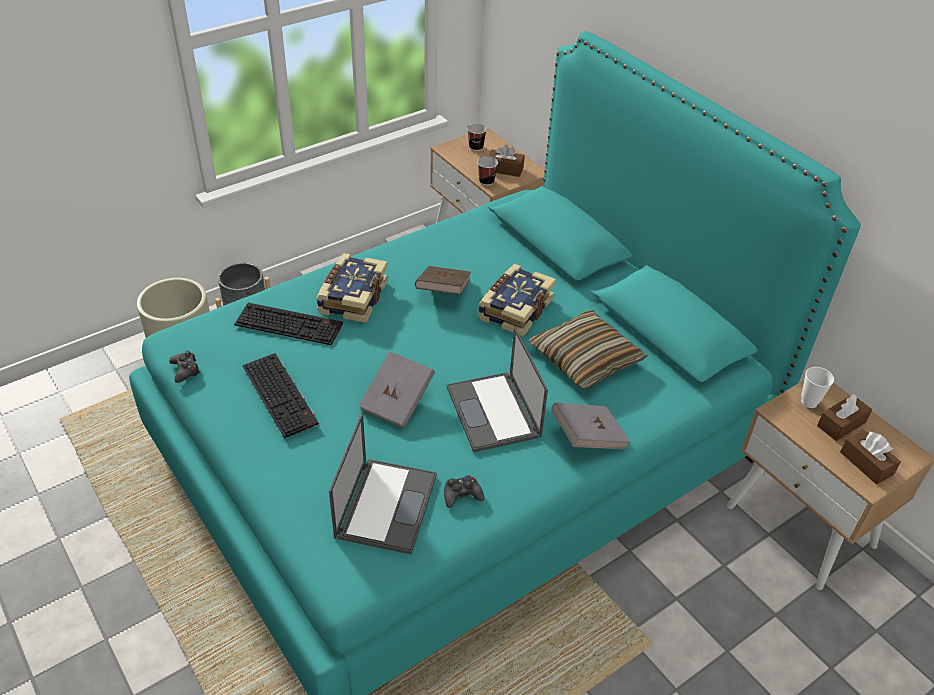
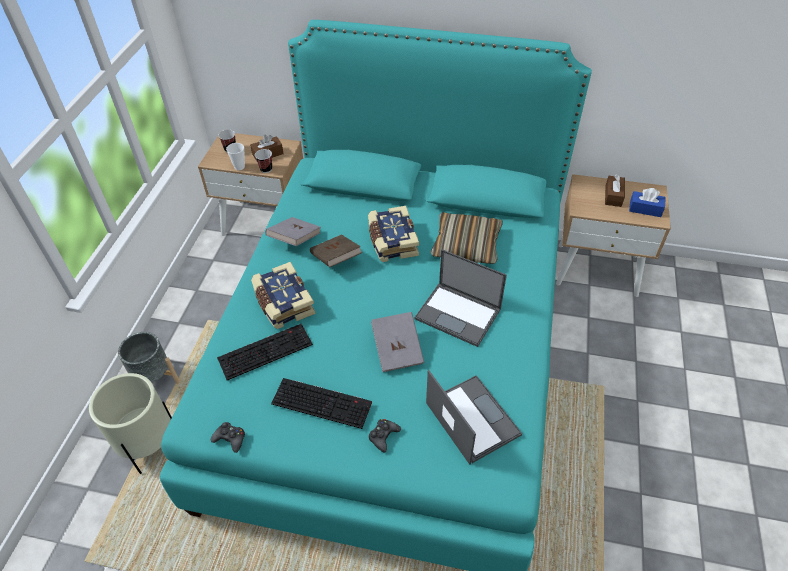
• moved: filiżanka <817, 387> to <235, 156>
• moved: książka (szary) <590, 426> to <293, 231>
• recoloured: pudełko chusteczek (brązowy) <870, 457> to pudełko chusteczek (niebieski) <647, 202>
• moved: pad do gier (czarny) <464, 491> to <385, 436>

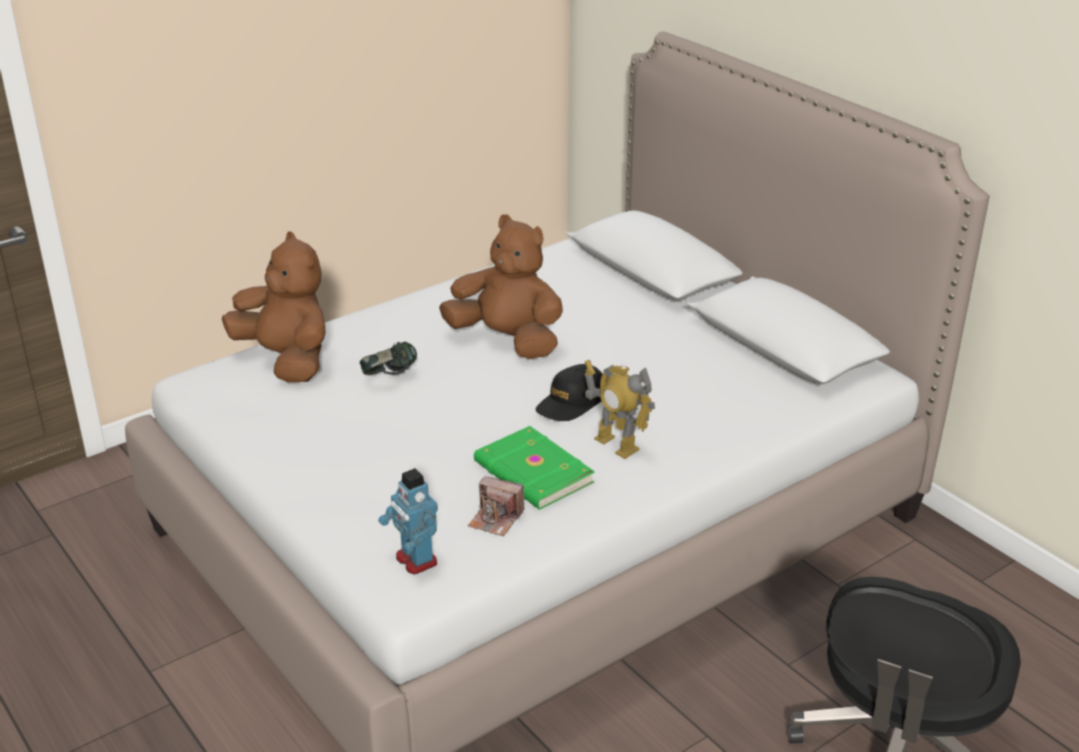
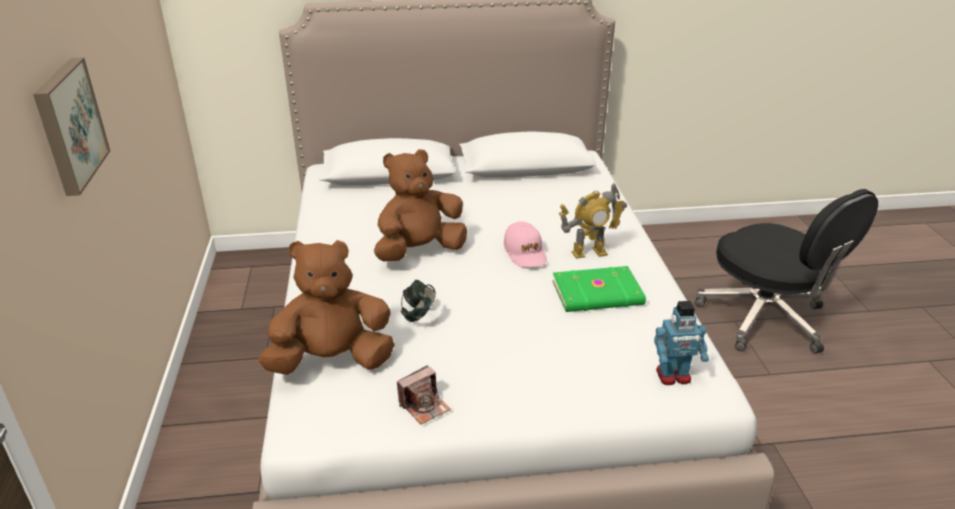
• recoloured: czapka z daszkiem (czarny) <569, 392> to czapka z daszkiem (różowy) <525, 244>
• moved: aparat fotograficzny <496, 506> to <424, 395>
• added: obraz <71, 126>

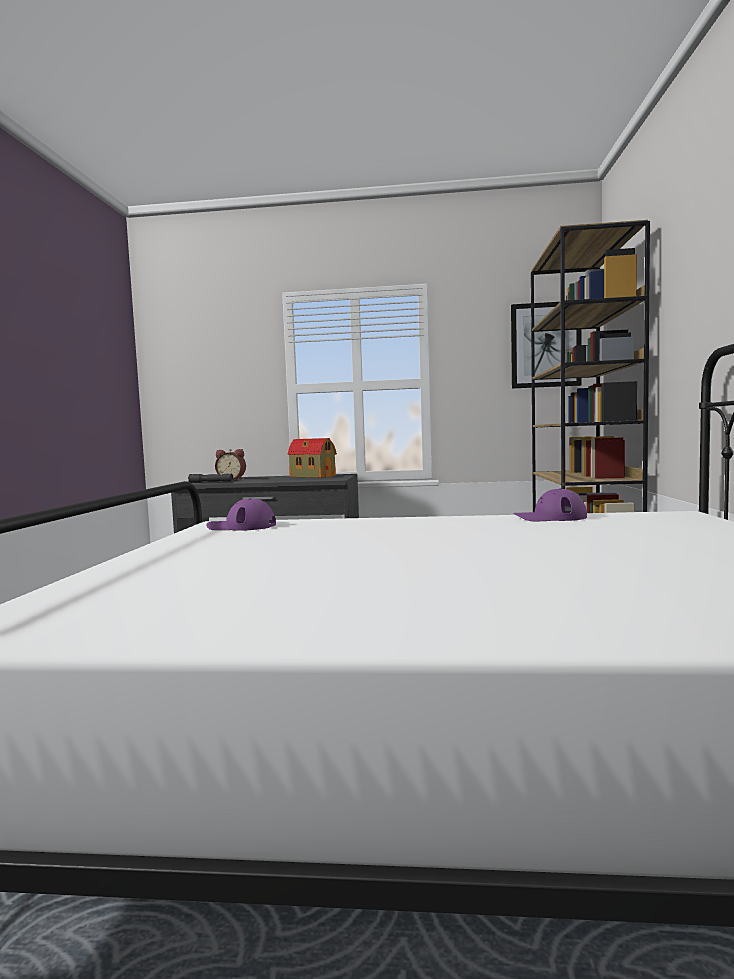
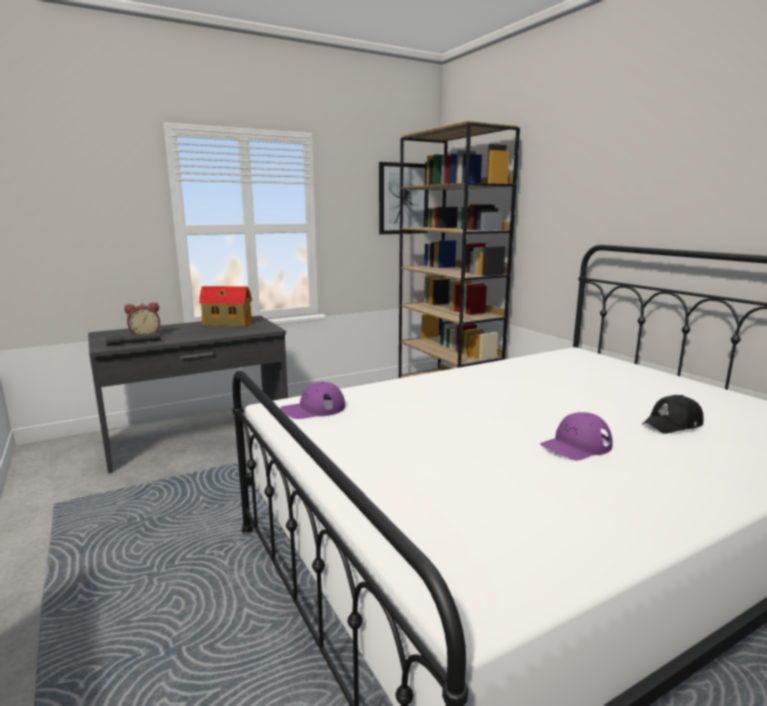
• moved: czapka z daszkiem (fioletowy) <550, 504> to <576, 436>
• added: czapka z daszkiem (czarny) <673, 414>

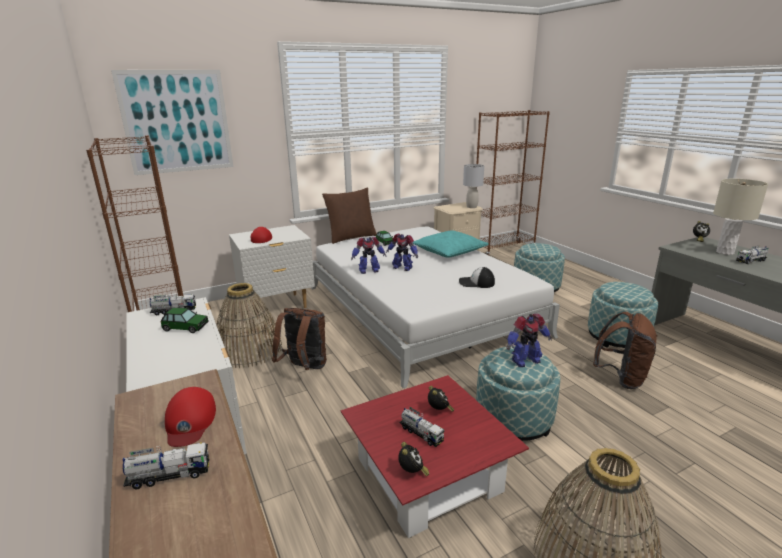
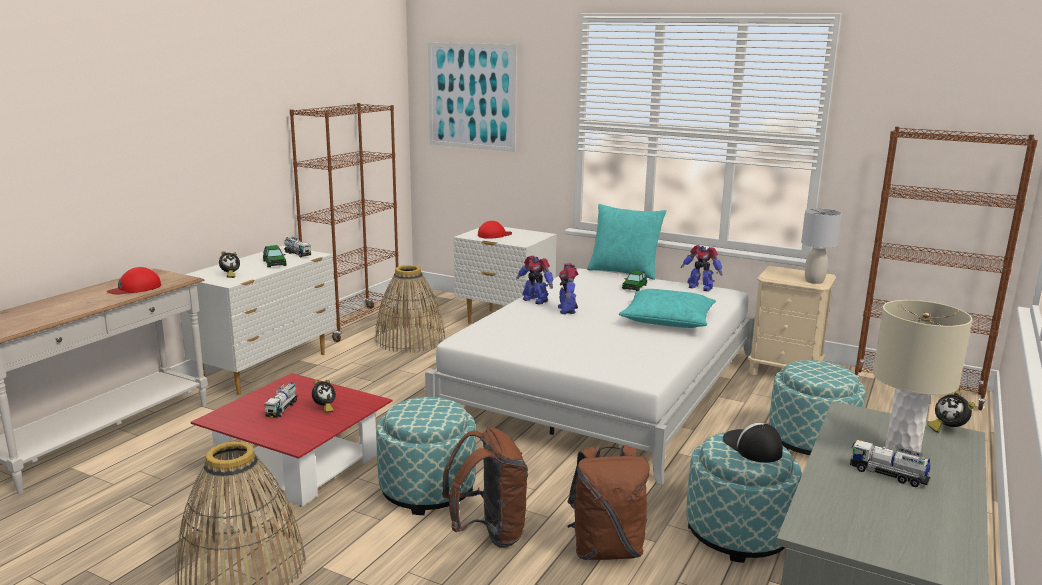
• recoloured: poduszka (brązowy) <349, 215> to poduszka (turkusowy) <626, 242>
• moved: czapka z daszkiem <477, 277> to <753, 443>
• moved: plecak (brązowy) <299, 339> to <485, 487>
• moved: robot zabawkowy <529, 340> to <701, 268>
• removed: ciężarówka zabawkowa <166, 466>
• moved: budzik <413, 459> to <229, 264>

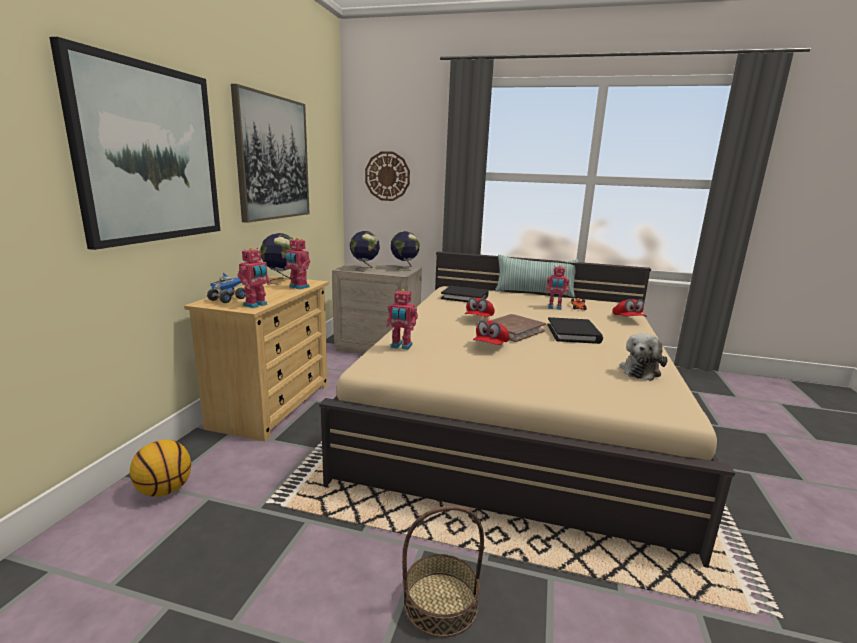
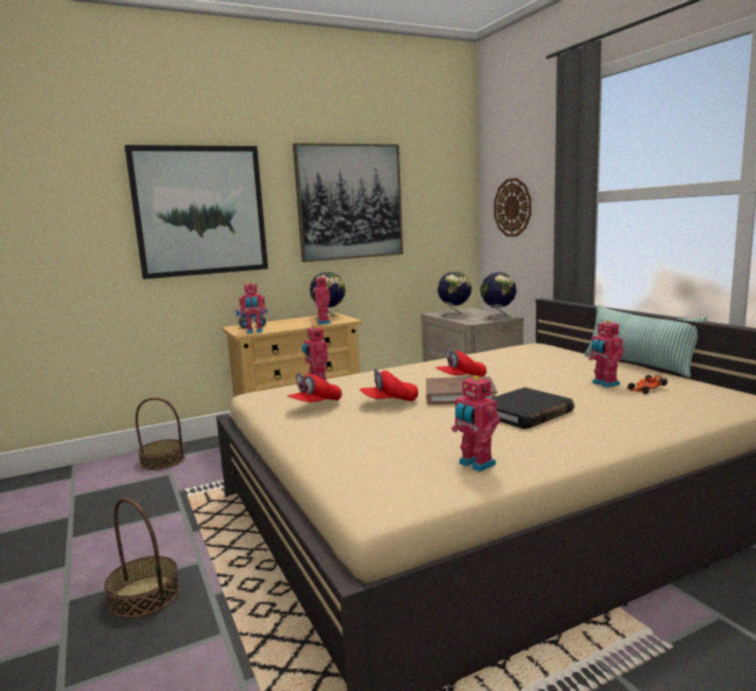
• removed: książka (czarny) <464, 294>
• moved: czapka z daszkiem (czerwony) <629, 308> to <314, 387>
• replaced: pluszak <643, 357> to robot zabawkowy <476, 423>
• replaced: piłka do koszykówki <160, 468> to koszyk <160, 433>

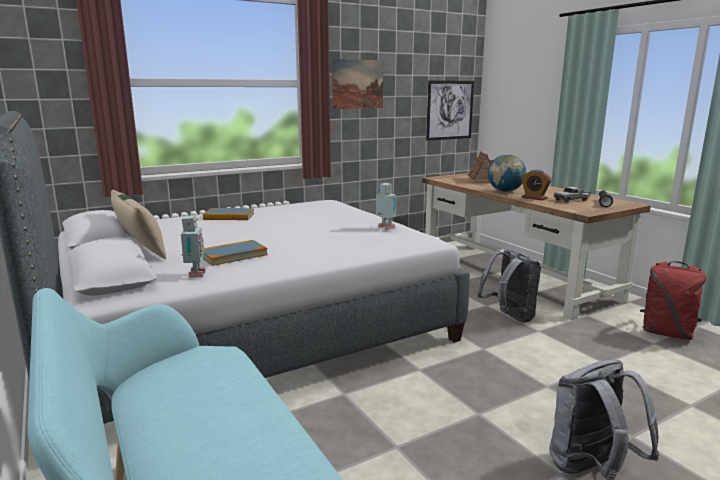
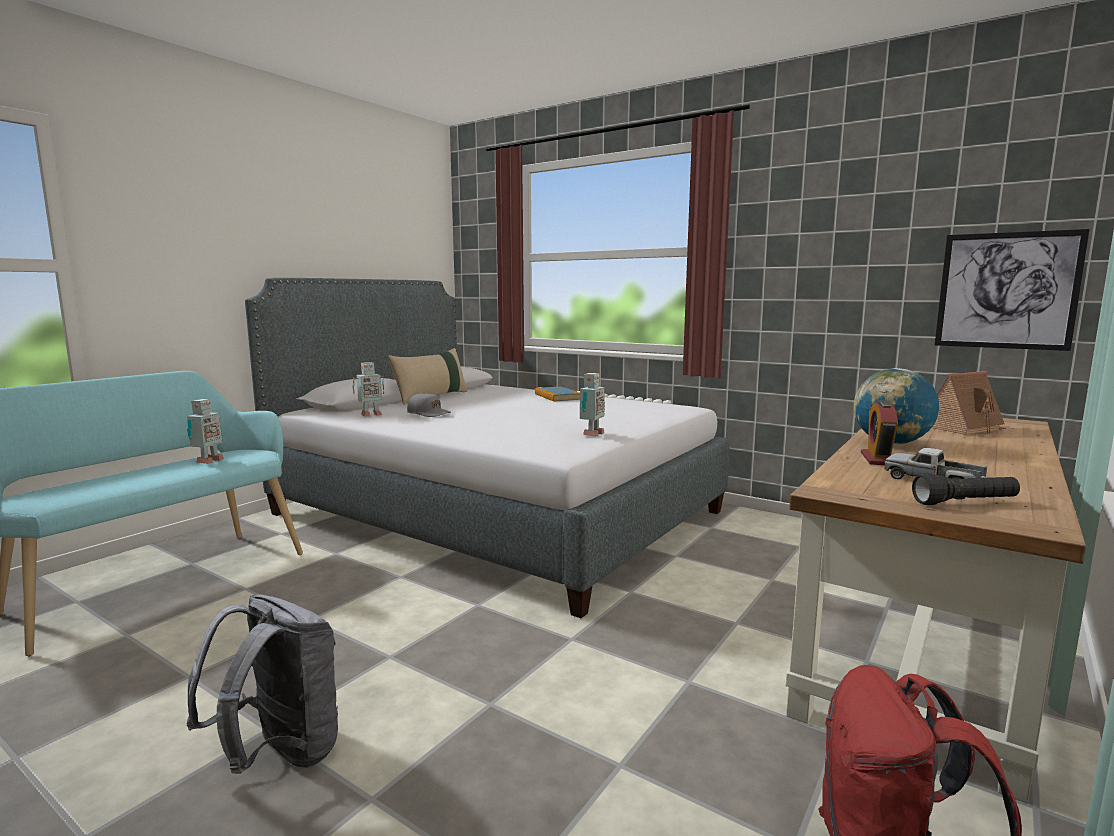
• removed: obraz <357, 84>
• replaced: książka <235, 253> to czapka z daszkiem (szary) <429, 405>
• removed: plecak (szary) <509, 286>
• added: robot zabawkowy <205, 431>

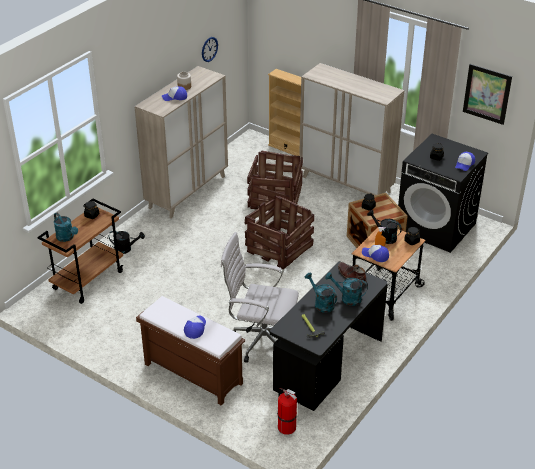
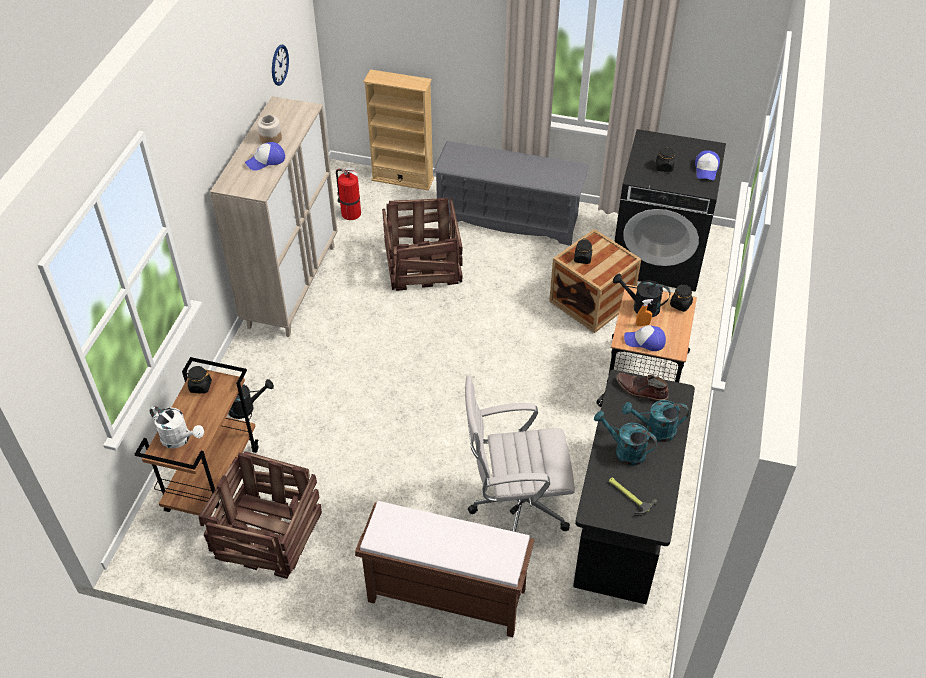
• replaced: szafka (beżowy) <351, 129> to regał na buty (szary) <511, 193>
• removed: obraz <487, 94>
• moved: skrzynka <279, 232> to <260, 515>
• recoloured: konewka (turkusowy) <66, 227> to konewka (biały) <176, 427>
• removed: czapka z daszkiem <195, 327>
• moved: gaśnica <287, 411> to <348, 193>

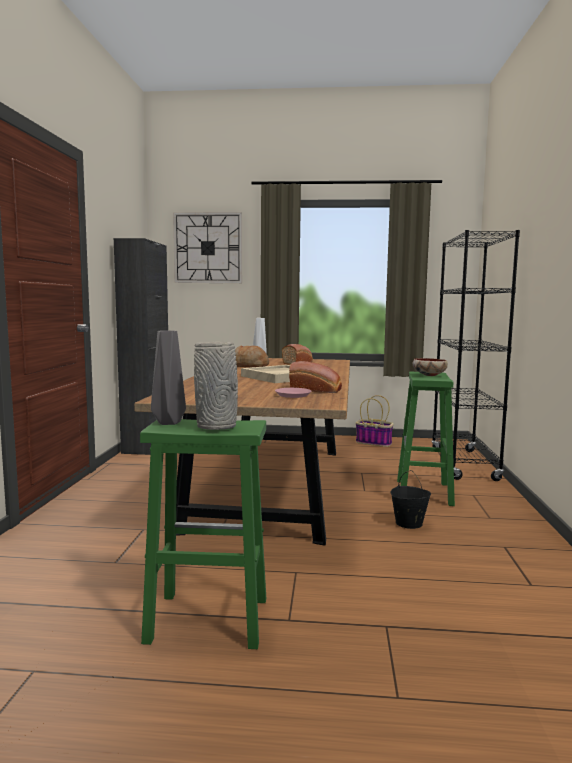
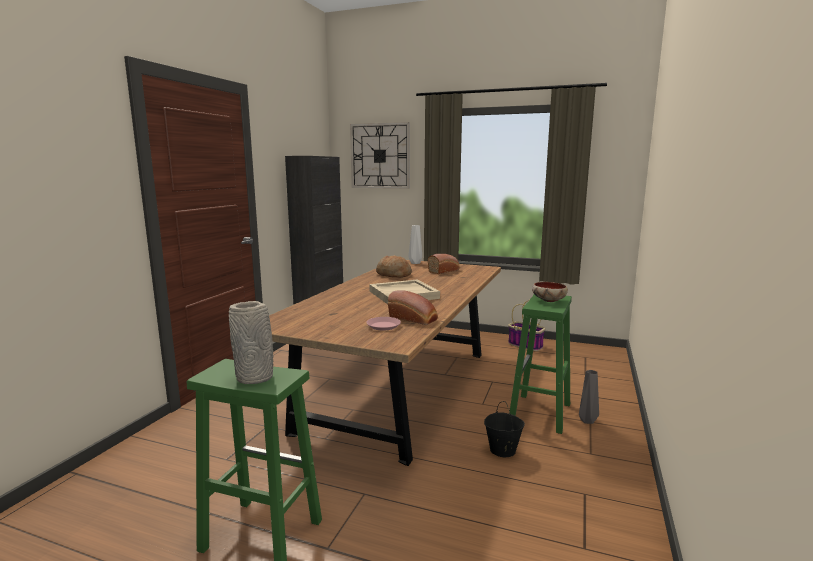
• removed: regał (czarny) <475, 355>
• moved: wazon (szary) <168, 377> to <589, 397>

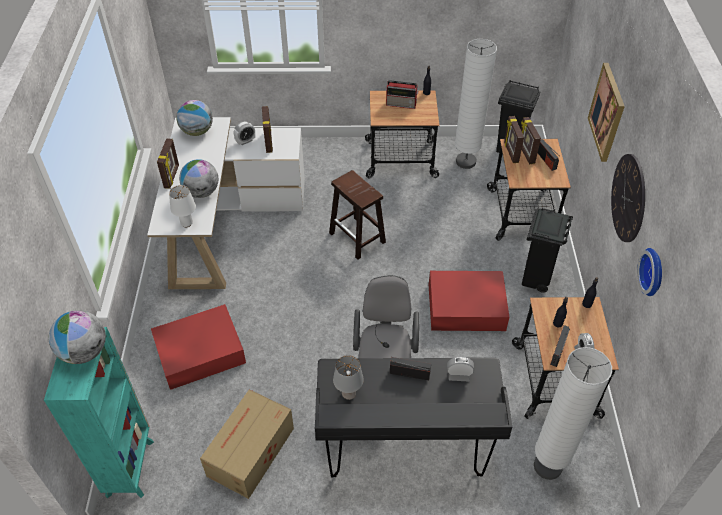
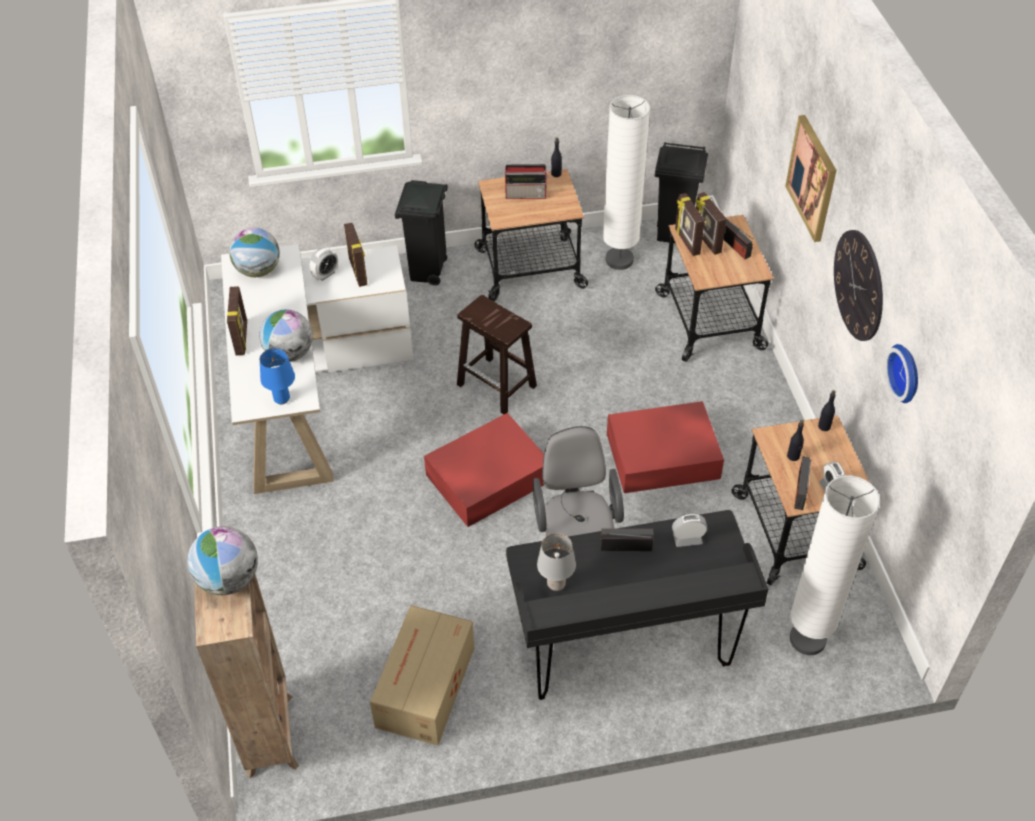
• recoloured: lampa stołowa (biały) <182, 206> to lampa stołowa (niebieski) <277, 376>
• moved: kosz na śmieci (czarny) <547, 250> to <421, 232>
• moved: pojemnik do przechowywania (czerwony) <198, 347> to <484, 470>
• recoloured: regał (turkusowy) <99, 412> to regał (brązowy) <246, 676>

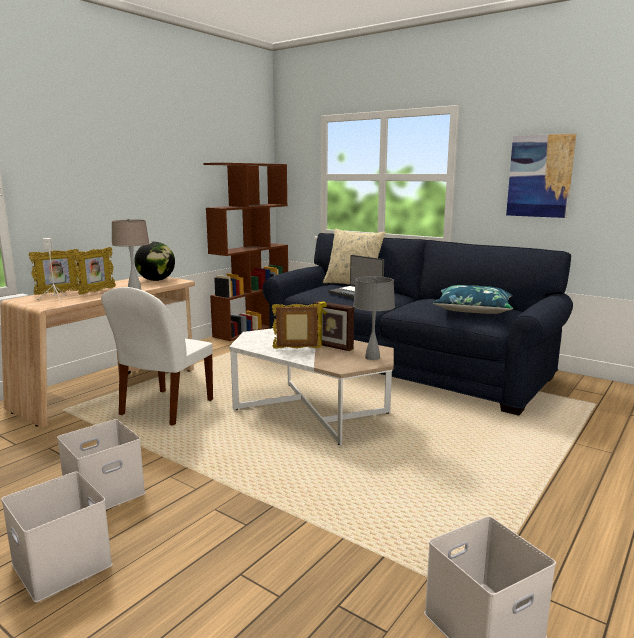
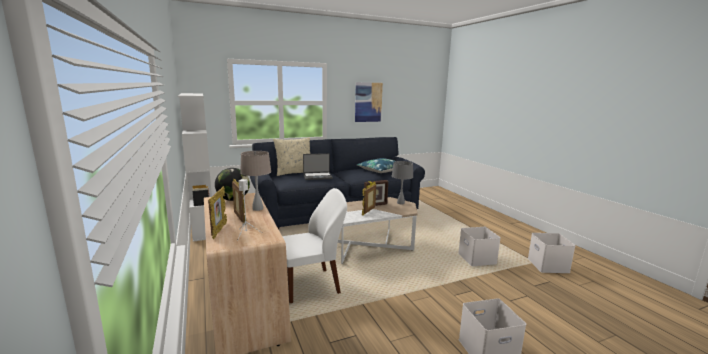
• recoloured: regał (brązowy) <246, 252> to regał (biały) <195, 167>
• turned: krzesło (biały) <157, 356> = <314, 245> 75 degrees counterclockwise
• moved: pojemnik do przechowywania (biały) <101, 464> to <479, 246>

